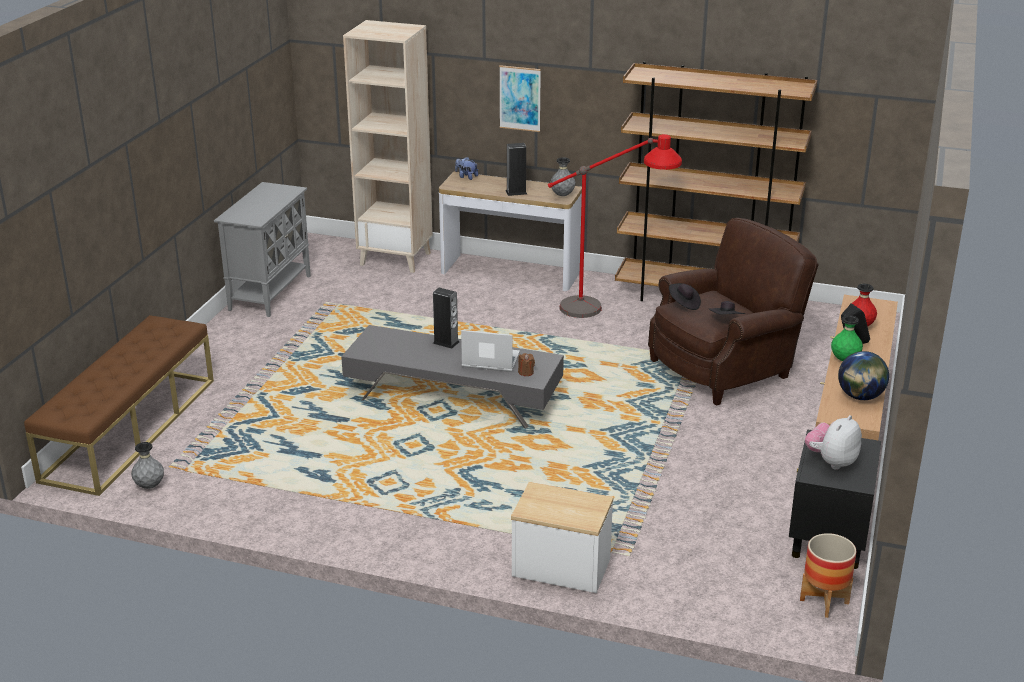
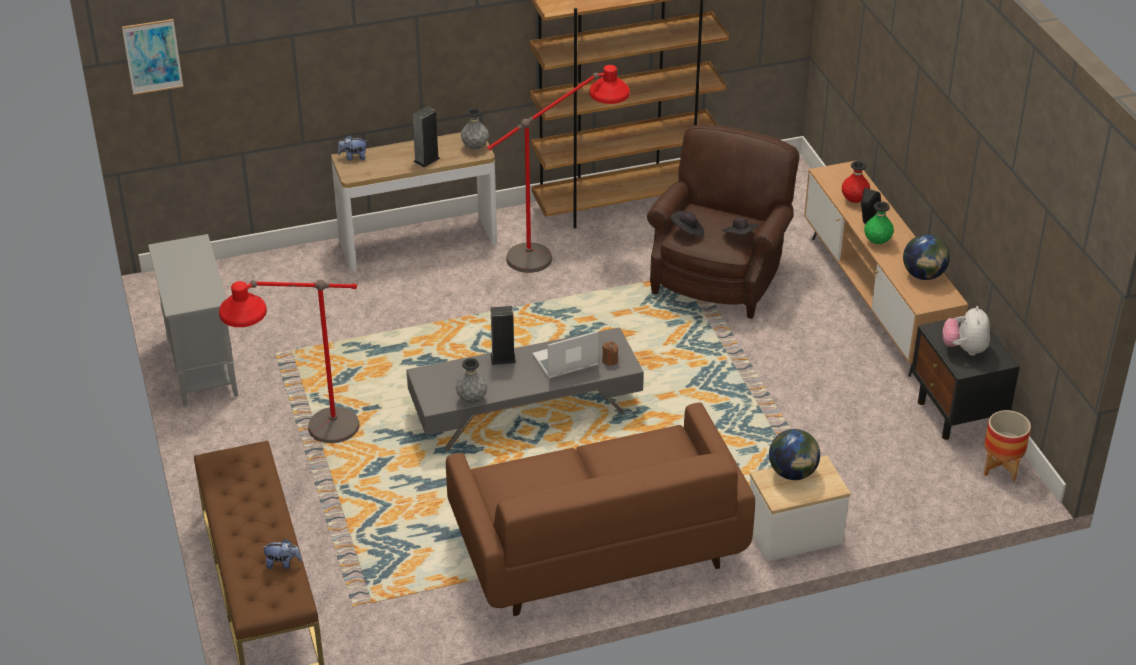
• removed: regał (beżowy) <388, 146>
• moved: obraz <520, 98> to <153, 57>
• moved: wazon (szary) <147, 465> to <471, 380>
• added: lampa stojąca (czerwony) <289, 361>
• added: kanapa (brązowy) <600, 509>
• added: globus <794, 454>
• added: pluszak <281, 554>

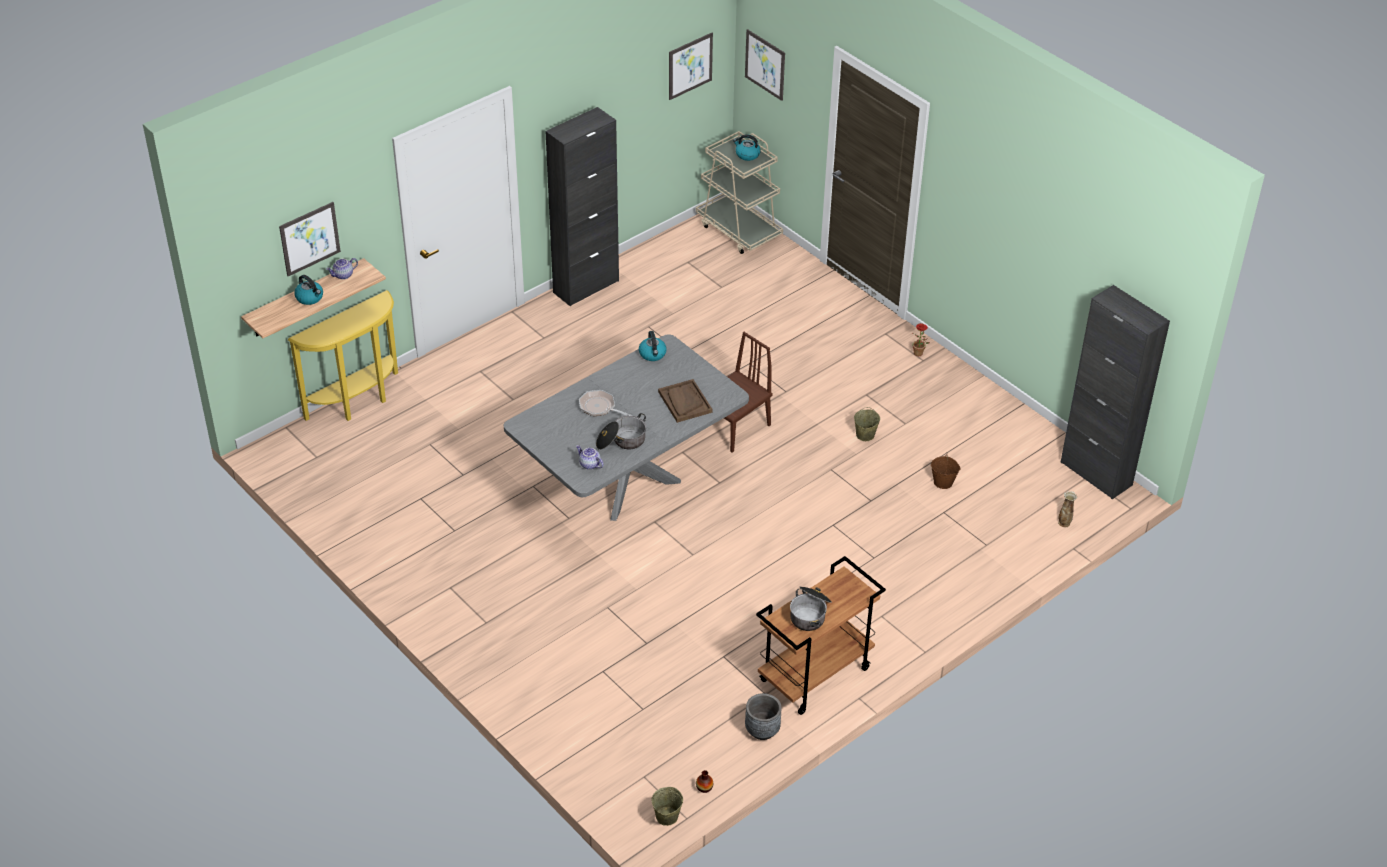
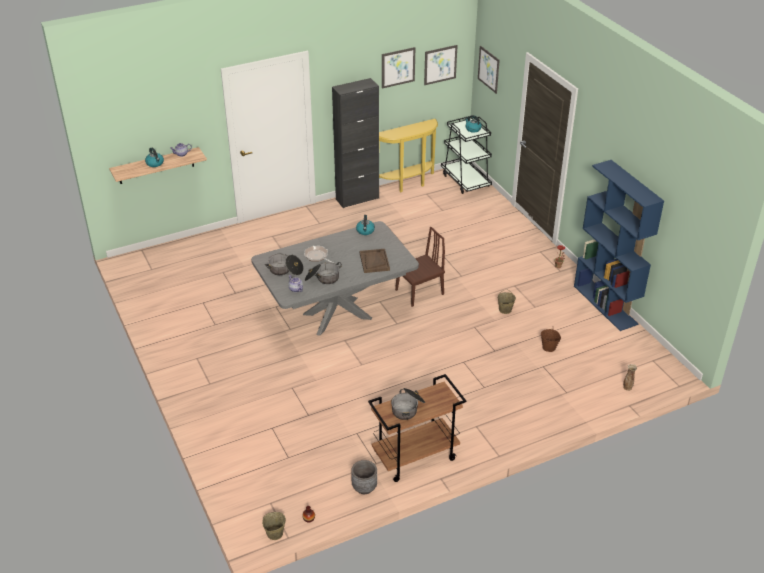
• recoloured: wózek (beżowy) <739, 192> to wózek (czarny) <466, 155>
• moved: obraz <310, 239> to <398, 68>
• removed: szafka (czarny) <1115, 392>
• moved: stolik konsolowy (żółty) <343, 355> to <408, 156>
• added: regał (niebieski) <619, 245>
• added: garnek <284, 264>

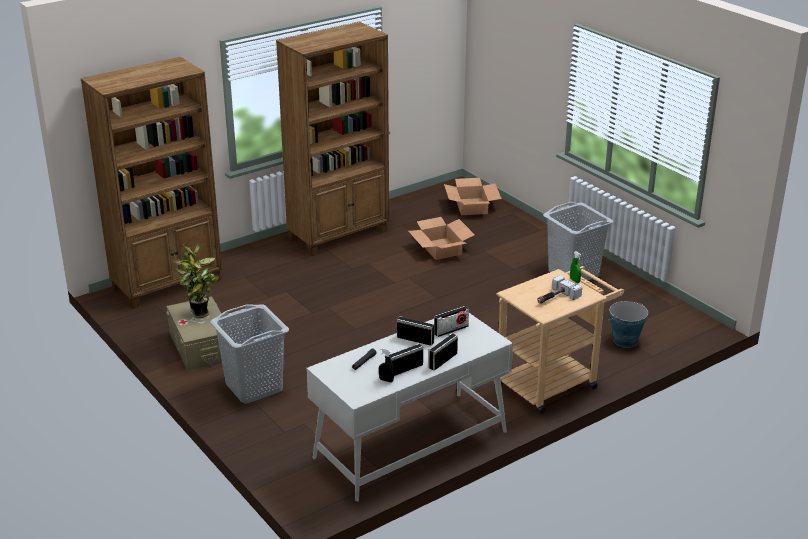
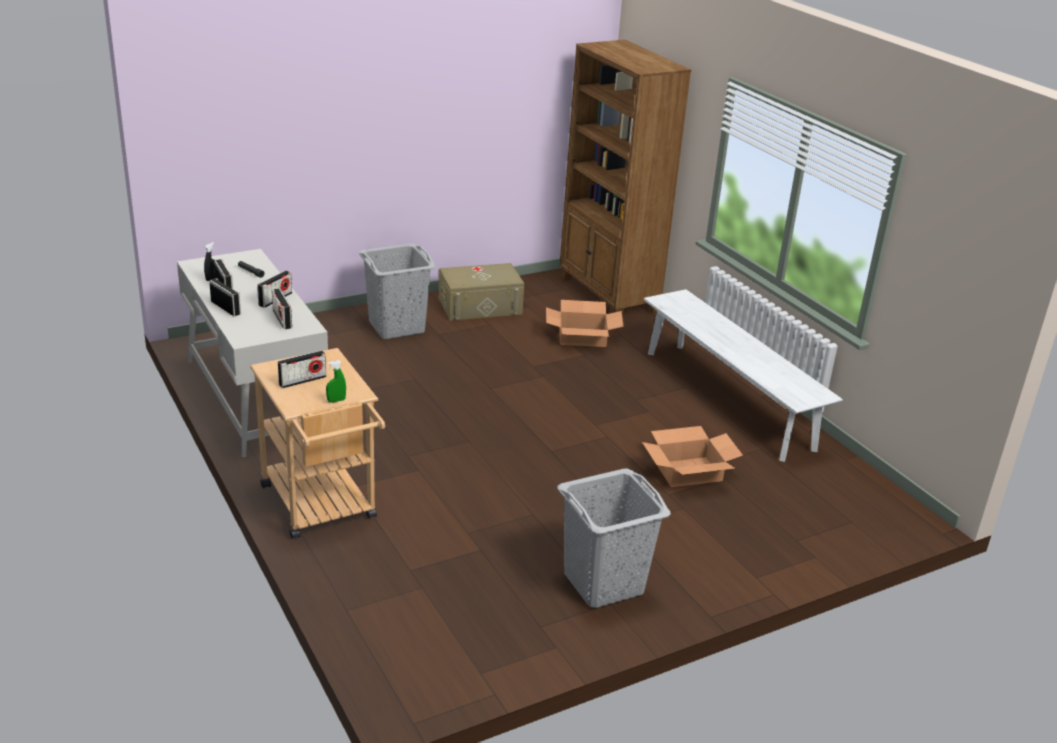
• replaced: regał (brązowy) <332, 139> to ławka (biały) <743, 375>
• moved: karton <473, 196> to <585, 323>
• removed: roślina doniczkowa <196, 281>
• replaced: młotek <559, 289> to radio <302, 369>
• removed: wiadro <628, 324>

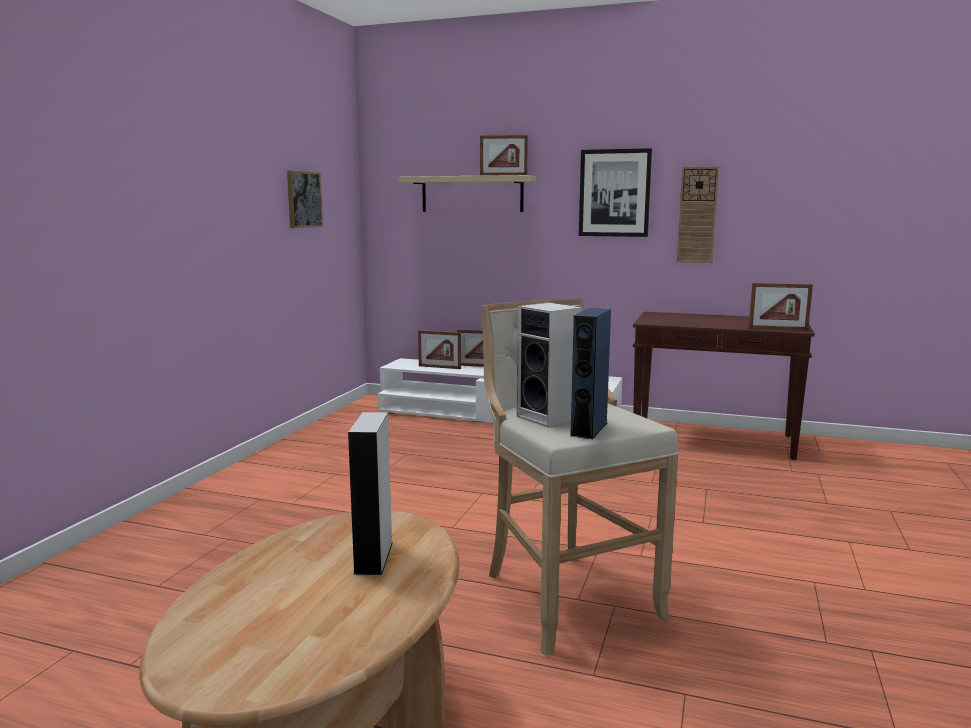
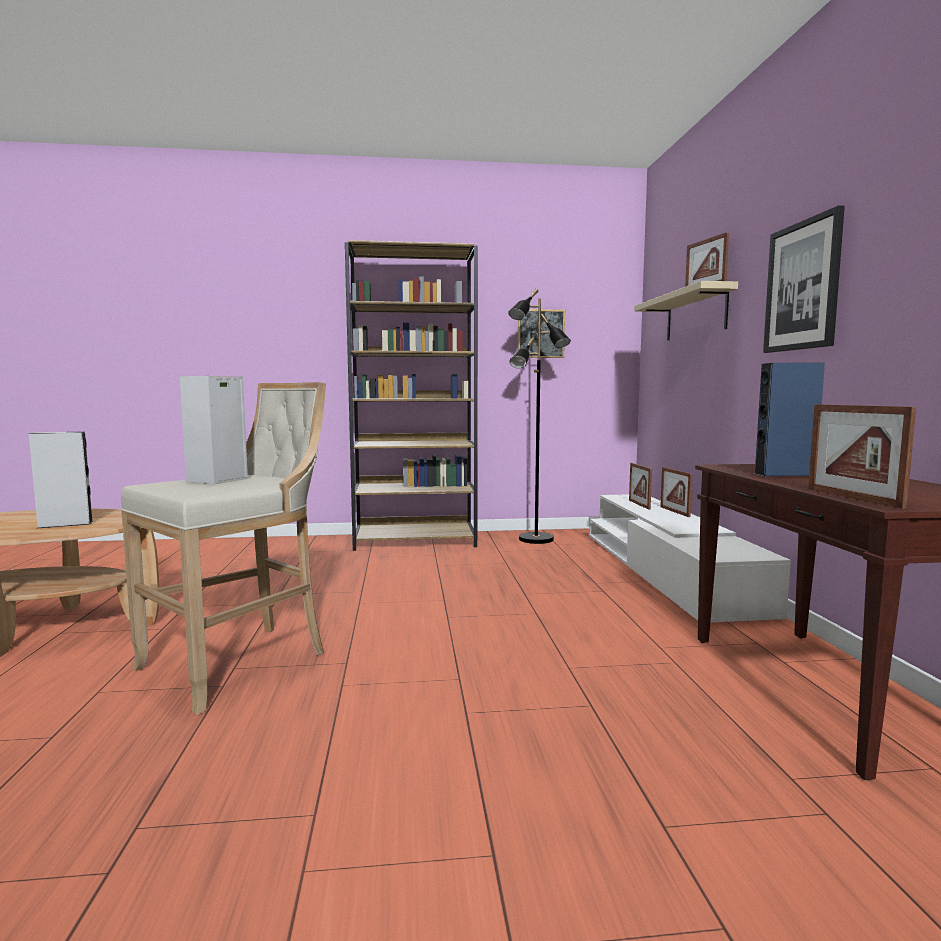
• removed: zegar ścienny <698, 214>
• moved: głośnik (niebieski) <590, 373> to <789, 420>
• added: regał (brązowy) <411, 395>
• added: lampa stojąca (czarny) <539, 416>

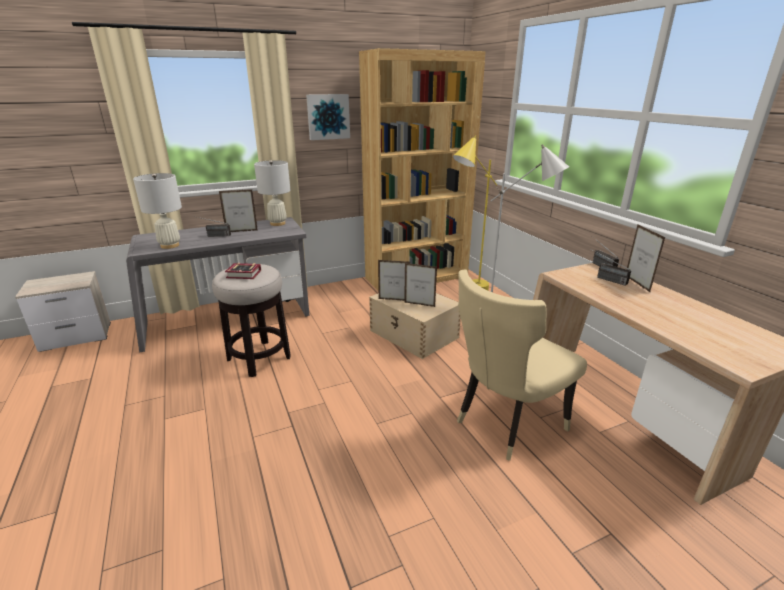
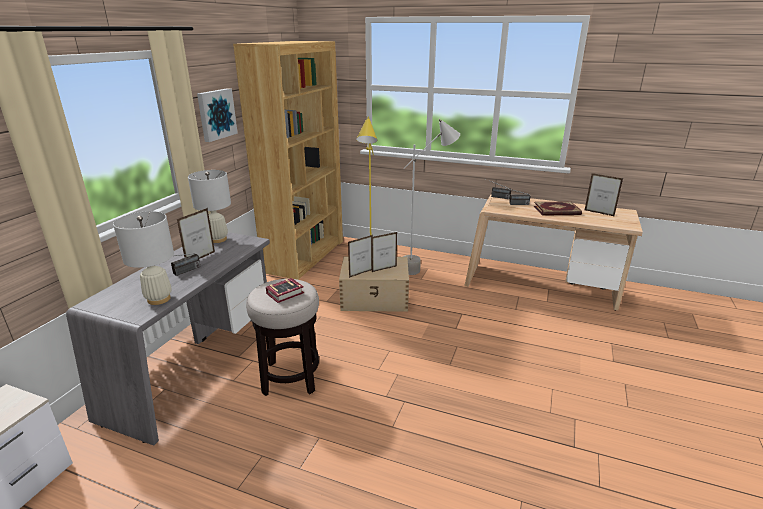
• moved: ramka na zdjęcie <646, 258> to <604, 195>
• removed: krzesło (beżowy) <522, 365>
• added: książka <558, 208>

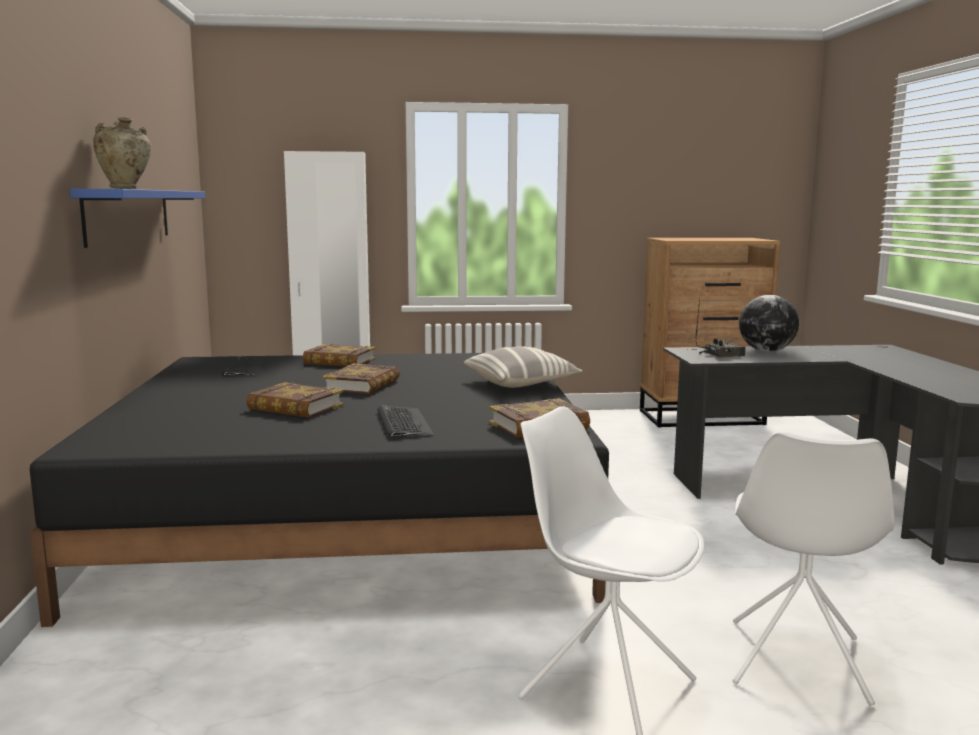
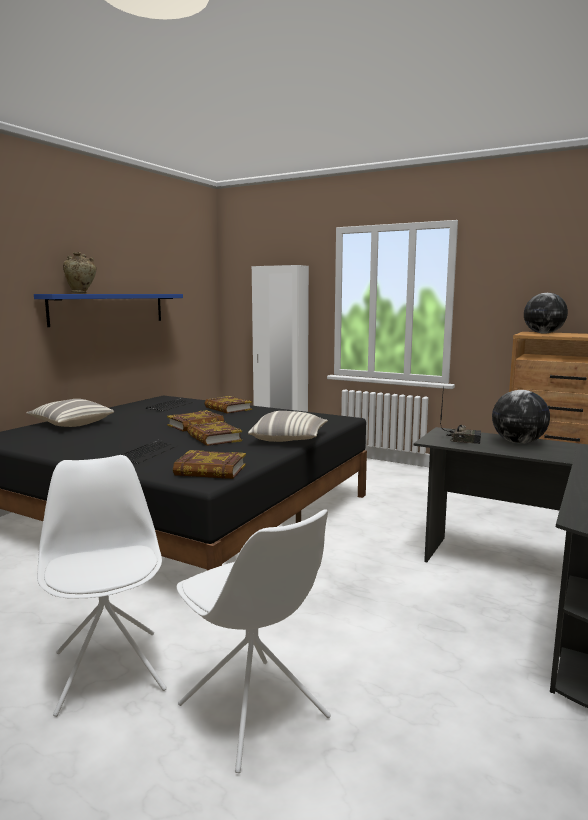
• moved: książka <295, 400> to <214, 433>
• turned: krzesło (biały) <813, 569> = <254, 641> 90 degrees counterclockwise
• added: globus <546, 313>
• added: poduszka <70, 413>

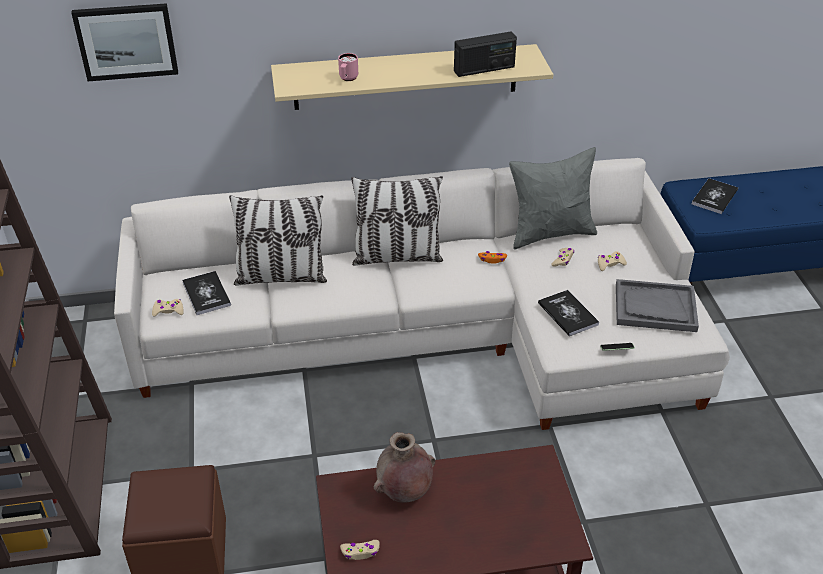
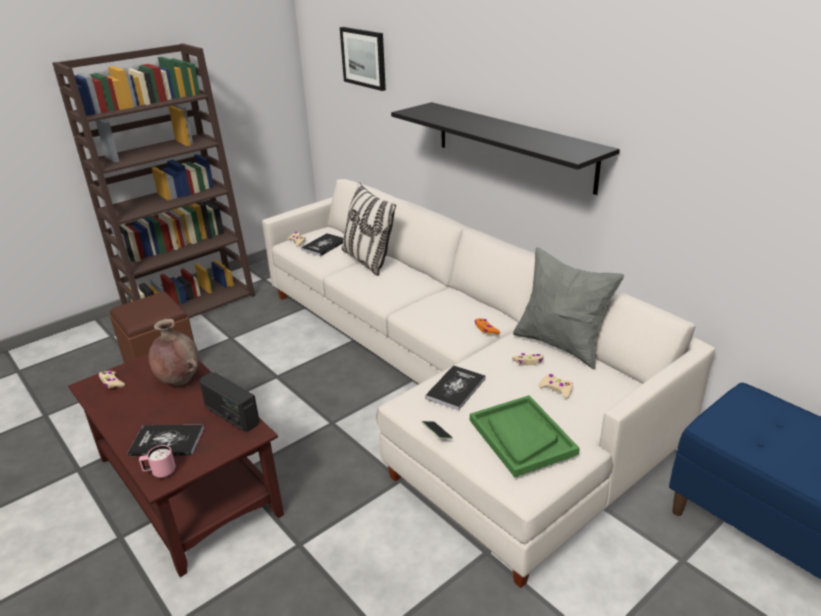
• moved: radio <485, 54> to <229, 402>
• recoloured: półka (beżowy) <412, 77> to półka (czarny) <505, 148>
• moved: kubek (różowy) <348, 67> to <157, 462>
• removed: poduszka <397, 221>
• moved: książka <715, 196> to <166, 440>
• recoloured: taca (szary) <657, 305> to taca (zielony) <525, 436>

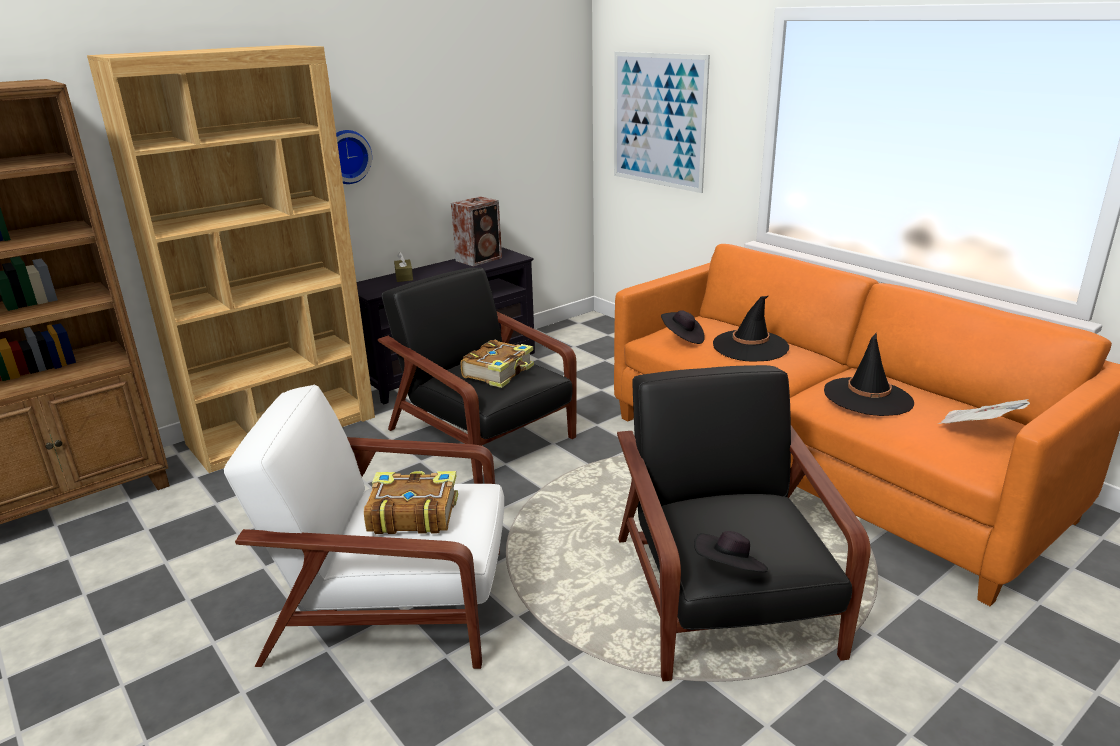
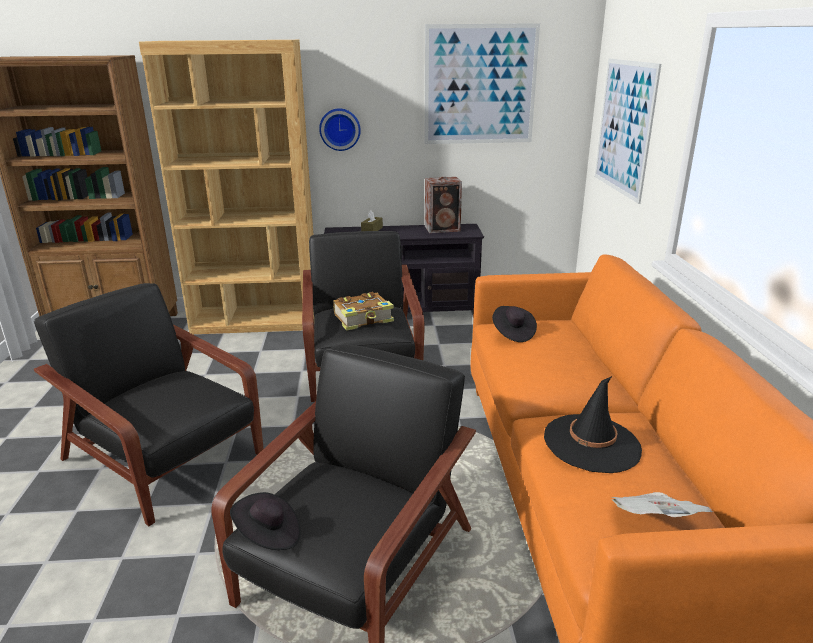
• removed: kapelusz (czarny) <751, 328>
• recoloured: fotel (biały) <364, 527> to fotel (czarny) <149, 404>
• removed: książka <411, 502>
• added: obraz <482, 83>

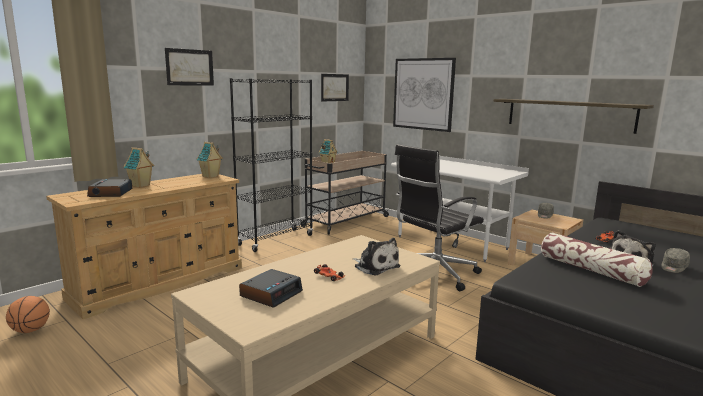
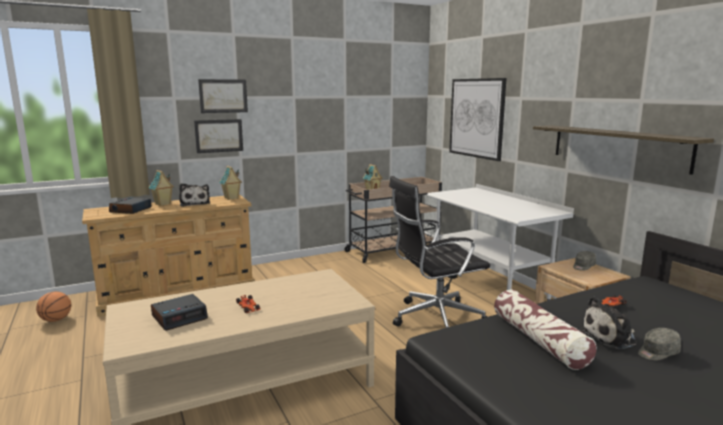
• moved: obraz <335, 88> to <218, 136>
• removed: regał (czarny) <271, 165>
• moved: pluszak <377, 257> to <194, 195>

